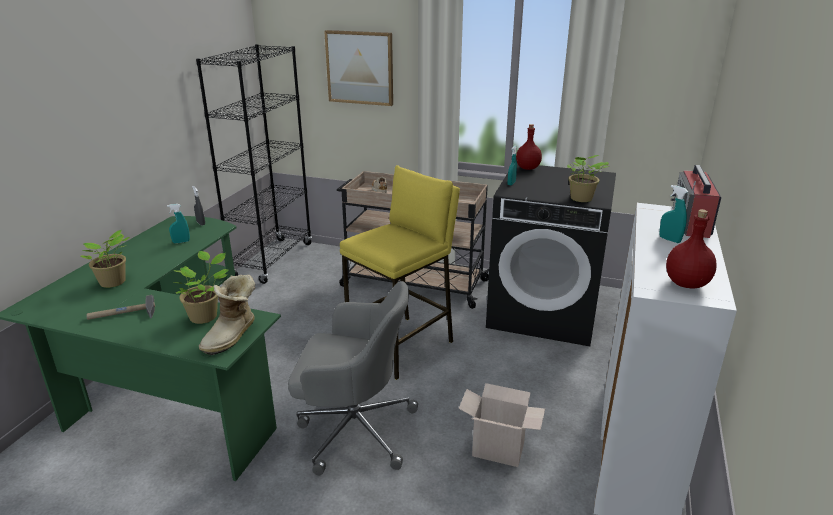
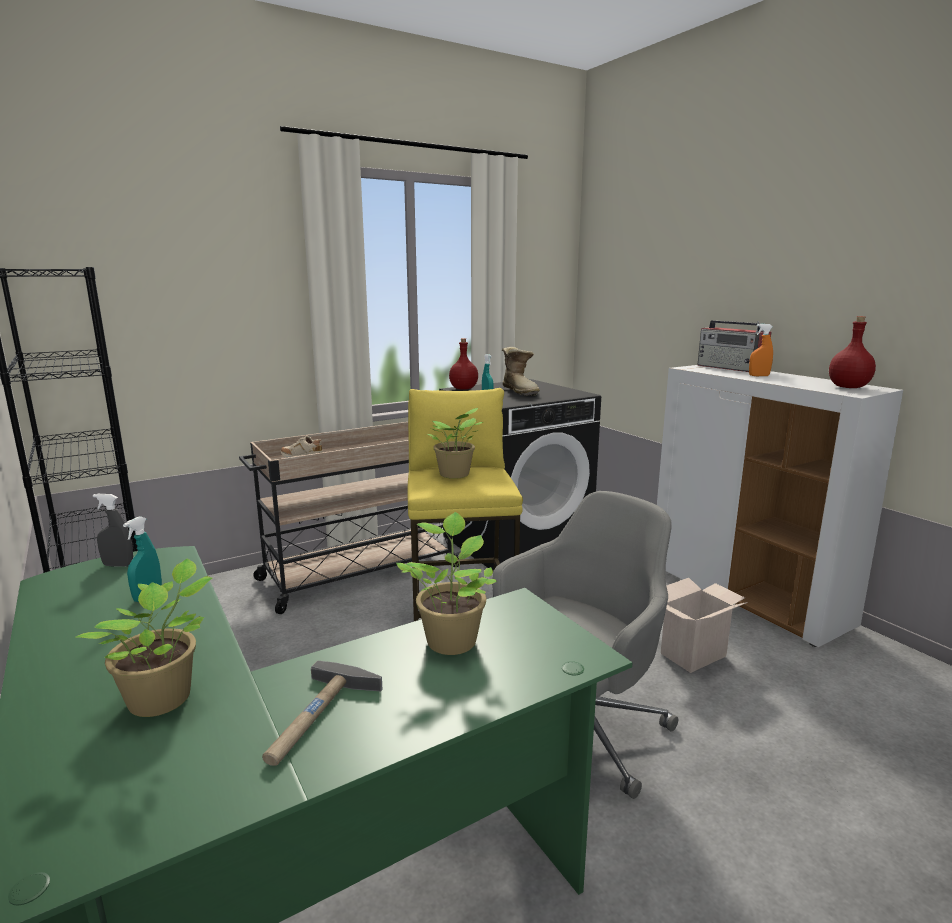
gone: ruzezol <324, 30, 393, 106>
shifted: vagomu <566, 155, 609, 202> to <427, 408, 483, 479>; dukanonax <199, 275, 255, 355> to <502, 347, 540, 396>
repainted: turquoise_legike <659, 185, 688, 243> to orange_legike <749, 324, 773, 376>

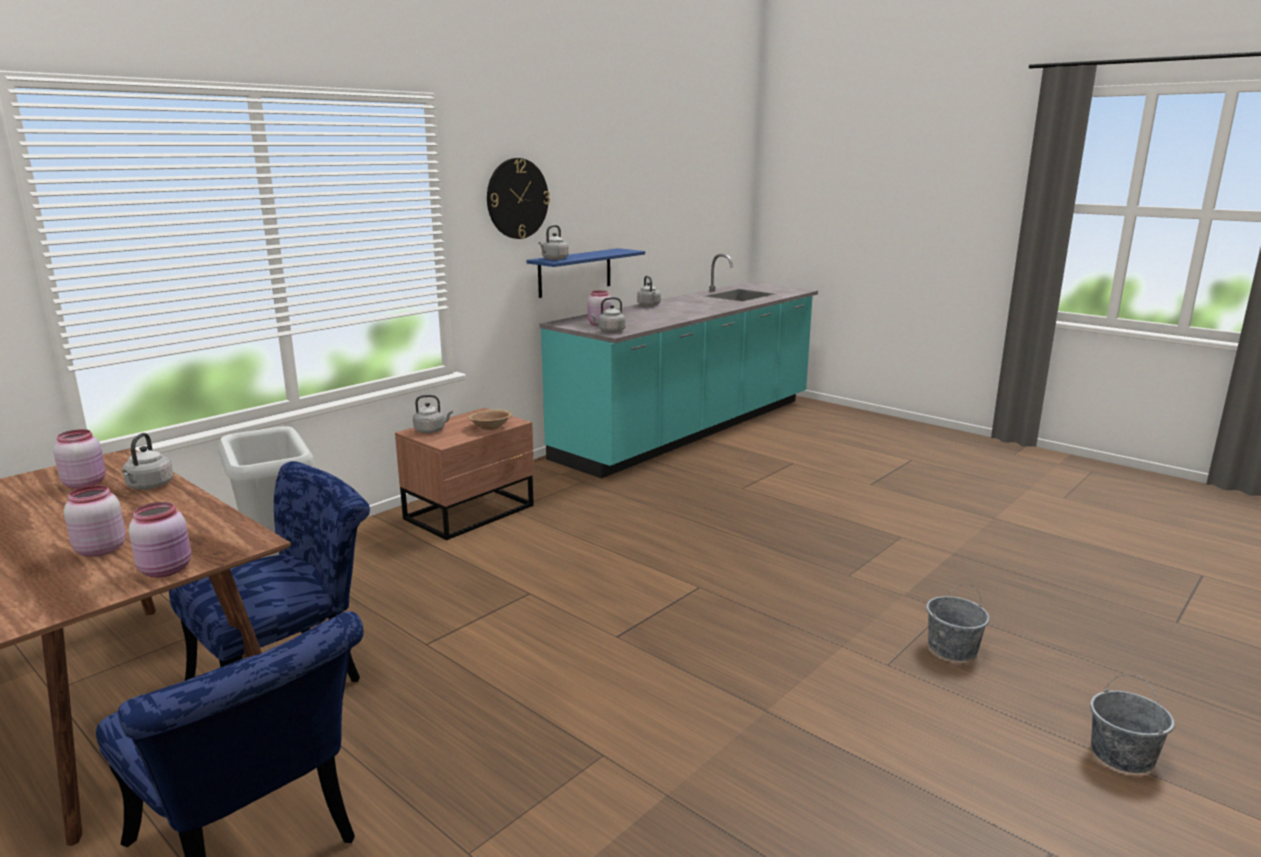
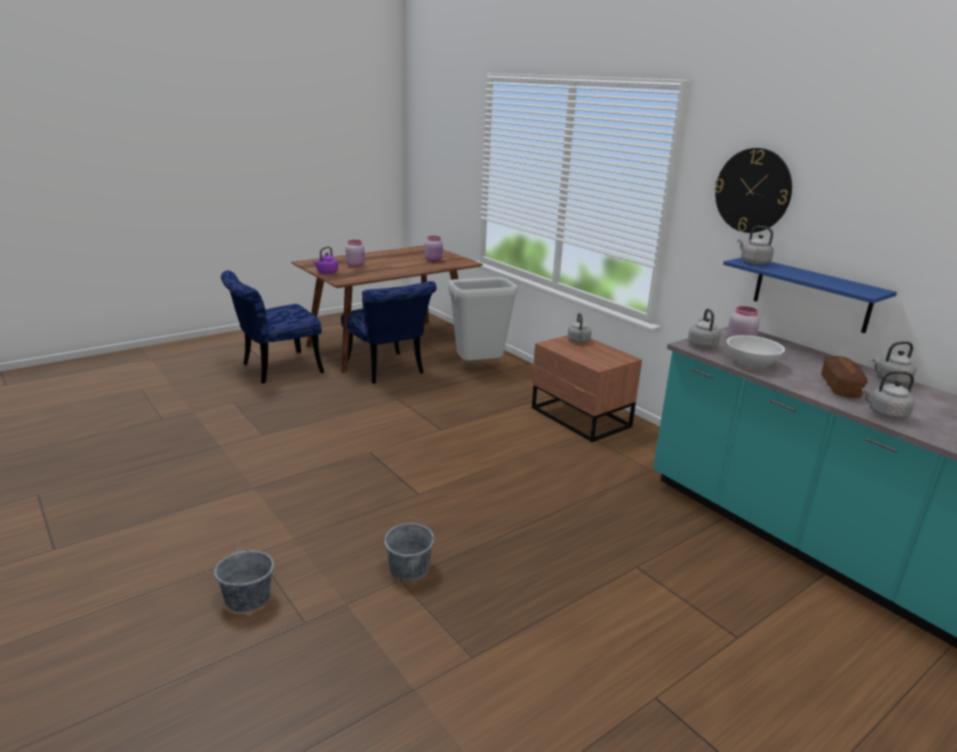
gone: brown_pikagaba <468, 409, 513, 430>
new: white_pikagaba <727, 335, 785, 367>; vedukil <821, 356, 868, 398>
shifted: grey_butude <1090, 674, 1175, 773> to <384, 517, 434, 581>; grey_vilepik <122, 433, 173, 490> to <862, 371, 915, 419>
swapped: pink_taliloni <129, 502, 191, 578> to purple_vilepik <313, 247, 338, 274>

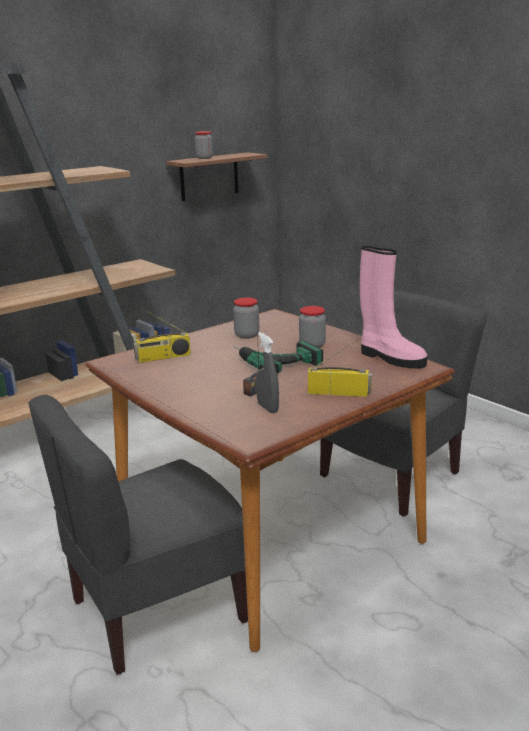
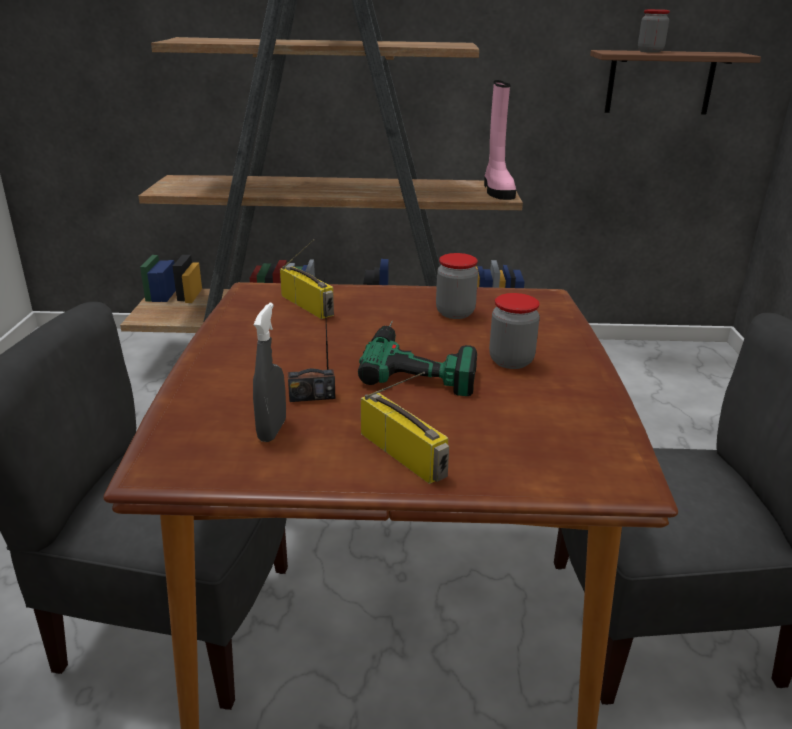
shifted: pink_dukanonax <360, 246, 427, 369> to <484, 80, 516, 200>
rotated: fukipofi <133, 308, 191, 363> = <280, 239, 334, 319> 150 degrees counterclockwise

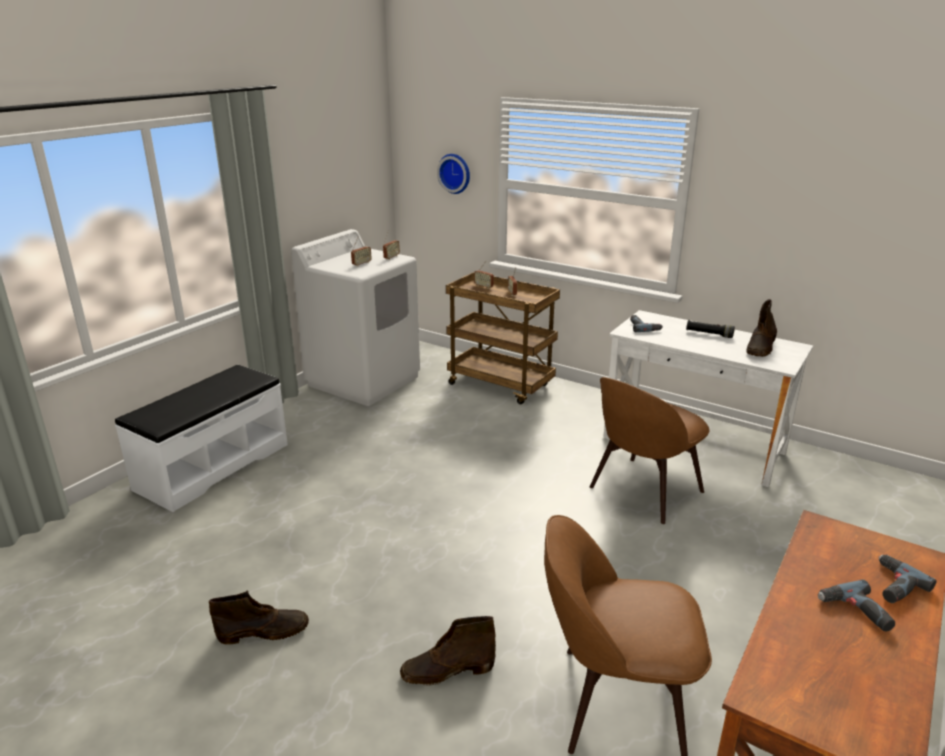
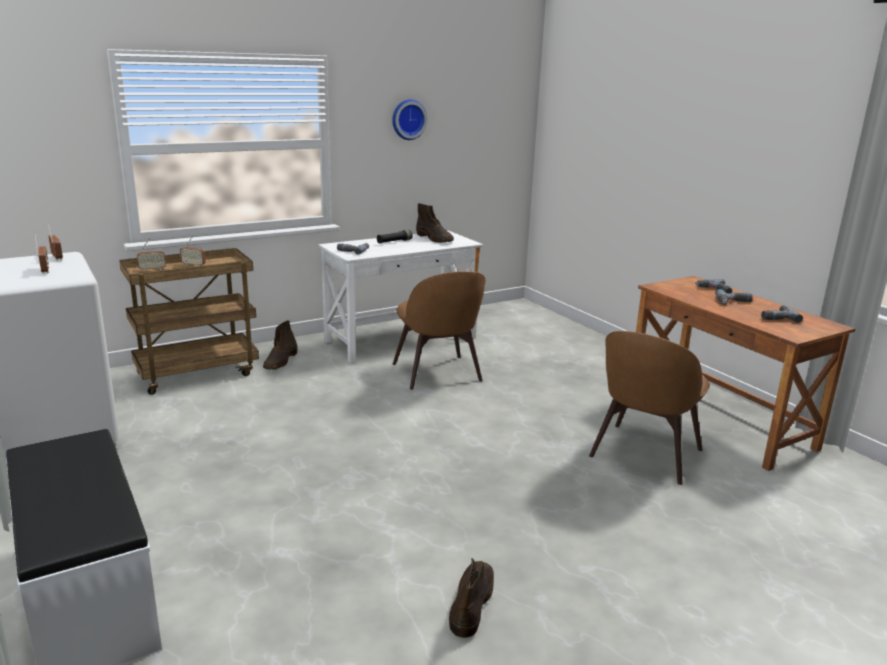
new: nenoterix <761, 305, 803, 323>
shifted: brown_dukanonax <400, 616, 496, 686> to <263, 320, 297, 370>; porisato <437, 154, 470, 194> to <392, 99, 427, 140>

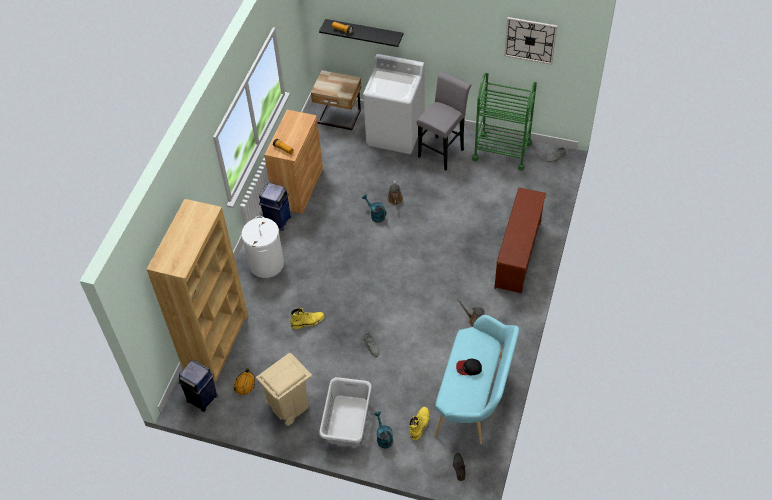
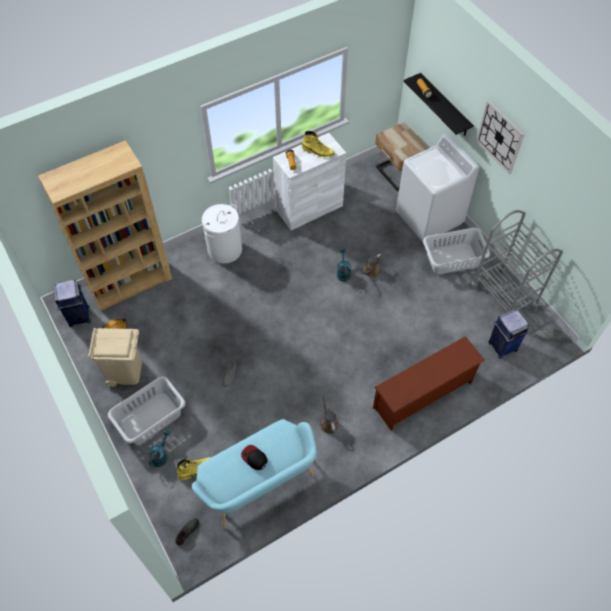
shifted: yellow_dukanonax <290, 308, 325, 329> to <302, 131, 335, 157>; porisato <504, 17, 557, 65> to <476, 101, 524, 174>; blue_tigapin <259, 182, 291, 231> to <488, 309, 529, 359>
swapped: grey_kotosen <417, 71, 472, 170> to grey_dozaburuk <423, 227, 490, 275>
repainted: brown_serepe <264, 110, 323, 214> to white_serepe <273, 133, 346, 230>; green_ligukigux <472, 73, 537, 171> to grey_ligukigux <470, 210, 563, 312>

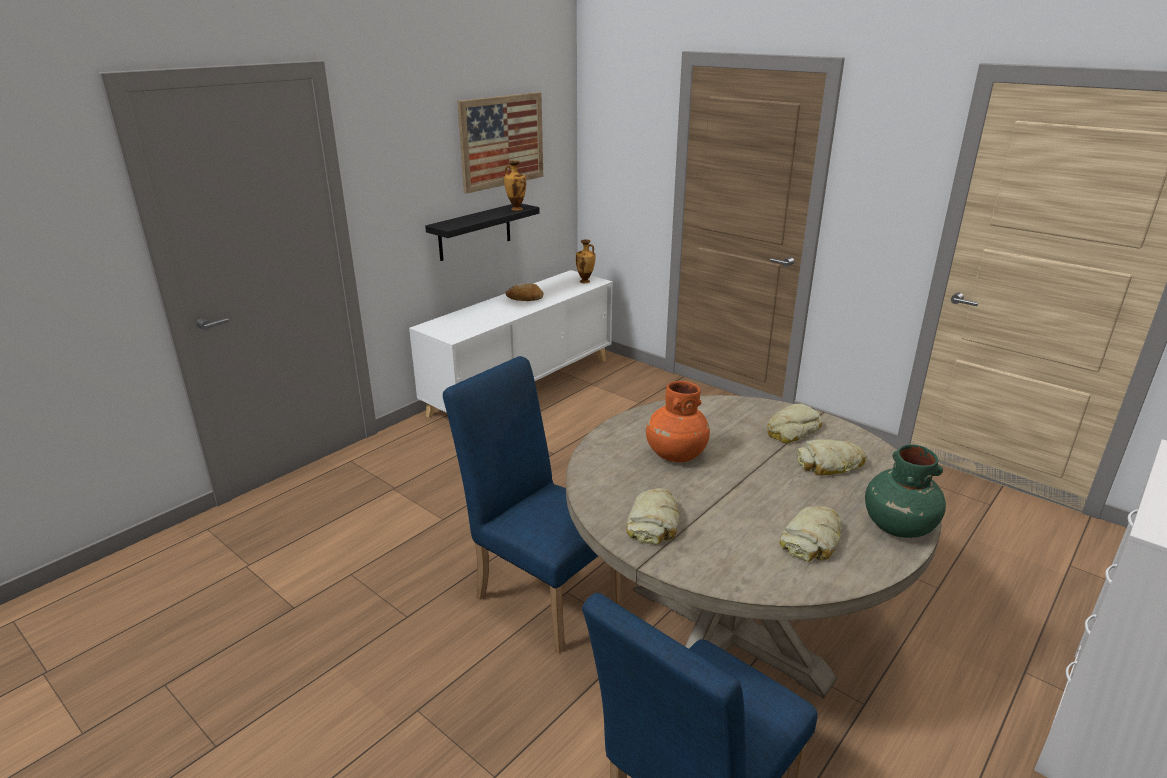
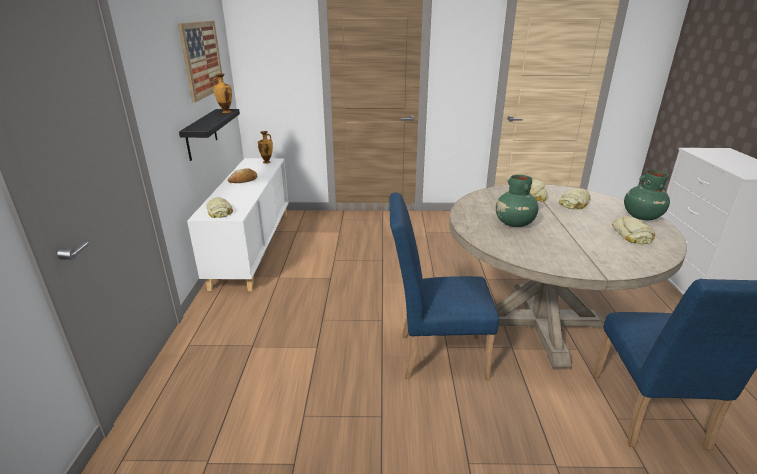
shifted: vedukil <626, 488, 679, 544> to <207, 197, 233, 218>
repainted: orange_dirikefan <646, 381, 710, 462> to green_dirikefan <496, 175, 538, 227>

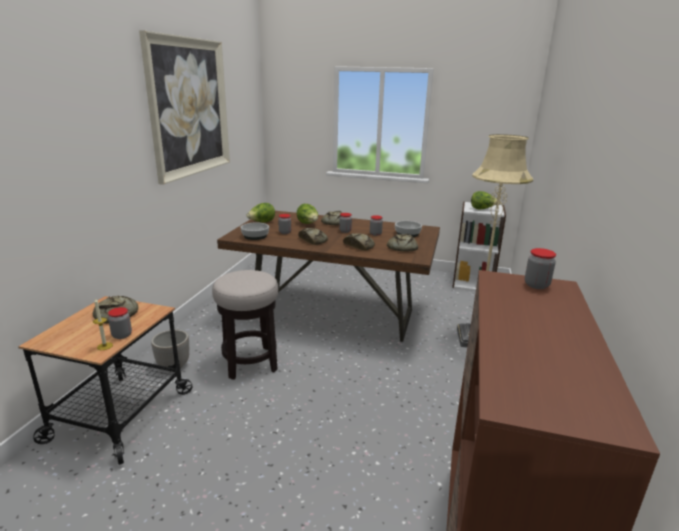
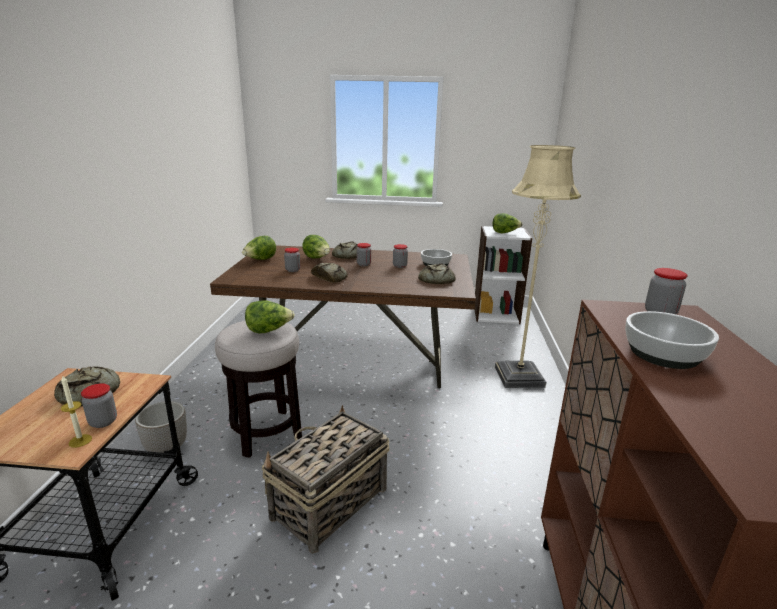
gone: ruzezol <139, 30, 230, 185>; vedukil <343, 233, 375, 251>
new: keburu <245, 300, 295, 333>; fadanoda <262, 405, 390, 554>
shifted: pikagaba <240, 223, 269, 240> to <625, 311, 719, 369>

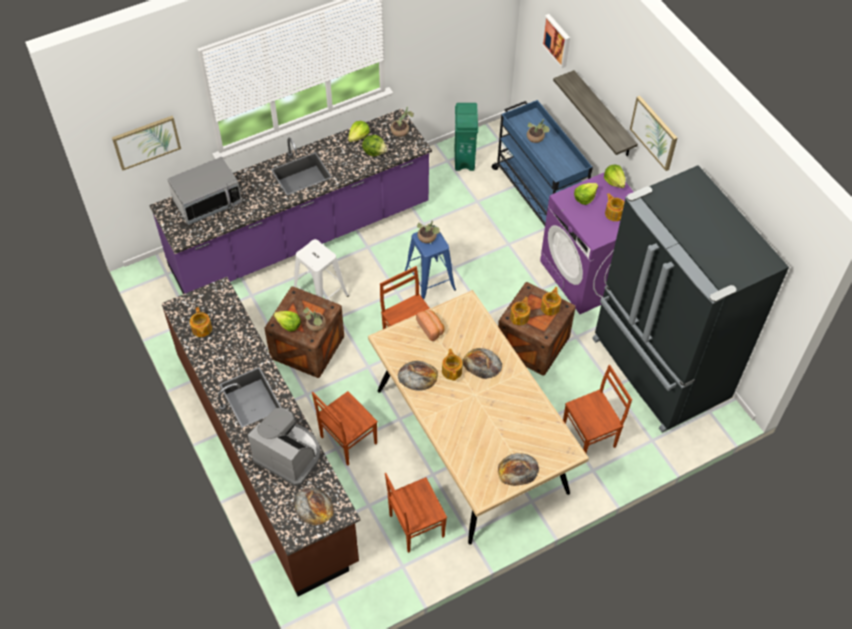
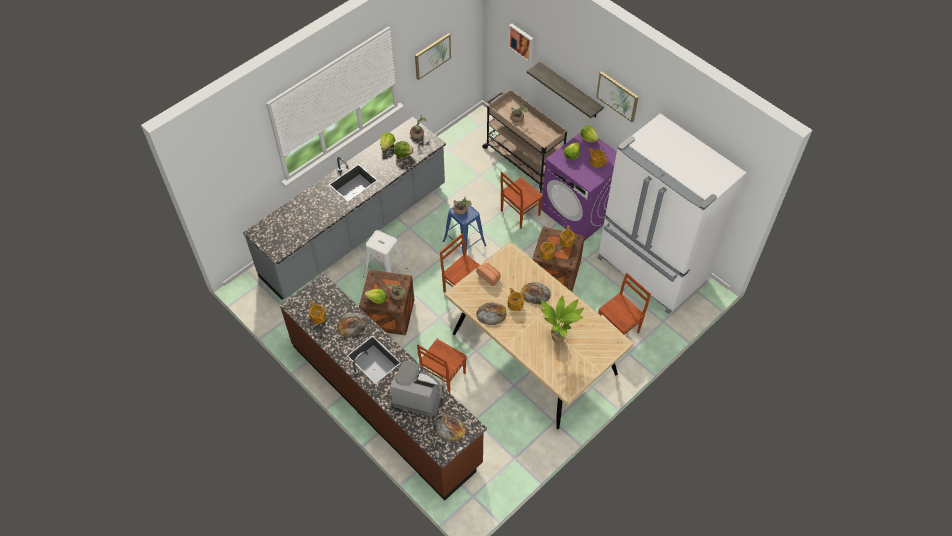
gone: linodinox <167, 156, 242, 225>; green_tigapin <454, 103, 478, 171>
new: vagomu <541, 295, 584, 343>
shifted: vedukil <498, 453, 539, 486> to <337, 313, 368, 337>; ruzezol <112, 116, 181, 171> to <415, 33, 451, 80>; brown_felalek <385, 473, 447, 553> to <501, 171, 543, 229>
repainted: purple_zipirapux <149, 108, 432, 294> to grey_zipirapux <243, 117, 446, 299>; blue_ligukigux <492, 100, 593, 226> to beige_ligukigux <482, 89, 567, 193>; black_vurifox <592, 165, 789, 433> to white_vurifox <597, 113, 747, 314>

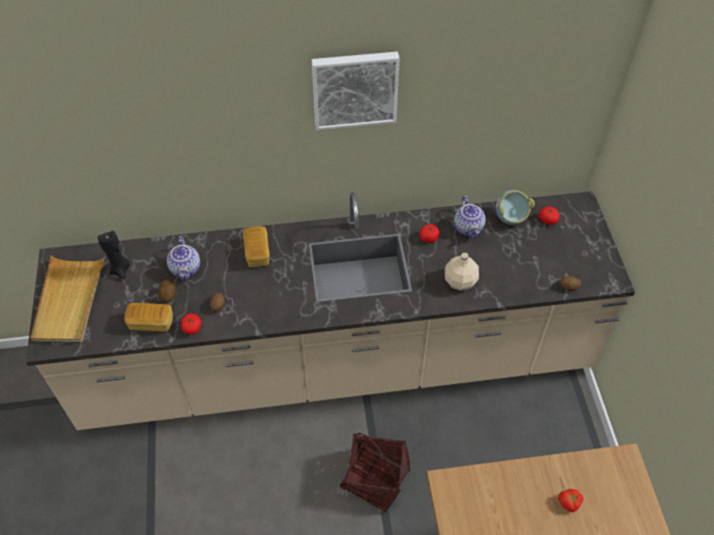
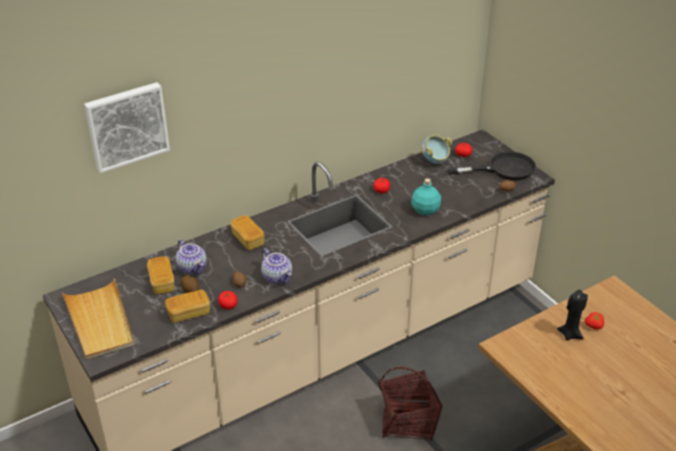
new: vedukil <147, 256, 174, 294>; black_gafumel <447, 152, 536, 180>
shifted: ruzezol <312, 52, 400, 130> to <84, 82, 170, 173>; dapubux <454, 196, 486, 238> to <261, 248, 292, 284>; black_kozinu <98, 231, 130, 279> to <557, 290, 588, 341>
repainted: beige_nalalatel <445, 253, 479, 291> to turquoise_nalalatel <411, 178, 441, 215>

